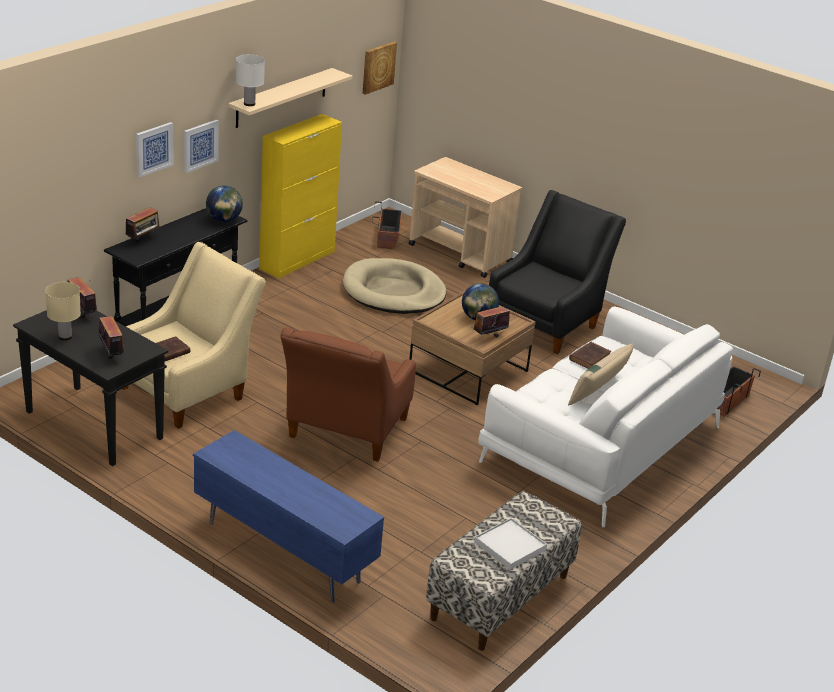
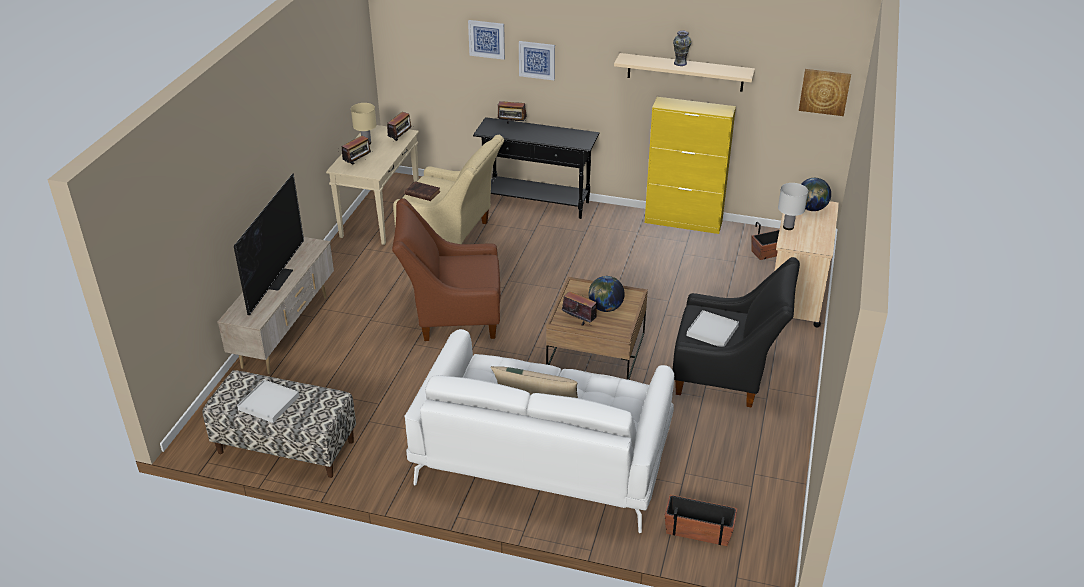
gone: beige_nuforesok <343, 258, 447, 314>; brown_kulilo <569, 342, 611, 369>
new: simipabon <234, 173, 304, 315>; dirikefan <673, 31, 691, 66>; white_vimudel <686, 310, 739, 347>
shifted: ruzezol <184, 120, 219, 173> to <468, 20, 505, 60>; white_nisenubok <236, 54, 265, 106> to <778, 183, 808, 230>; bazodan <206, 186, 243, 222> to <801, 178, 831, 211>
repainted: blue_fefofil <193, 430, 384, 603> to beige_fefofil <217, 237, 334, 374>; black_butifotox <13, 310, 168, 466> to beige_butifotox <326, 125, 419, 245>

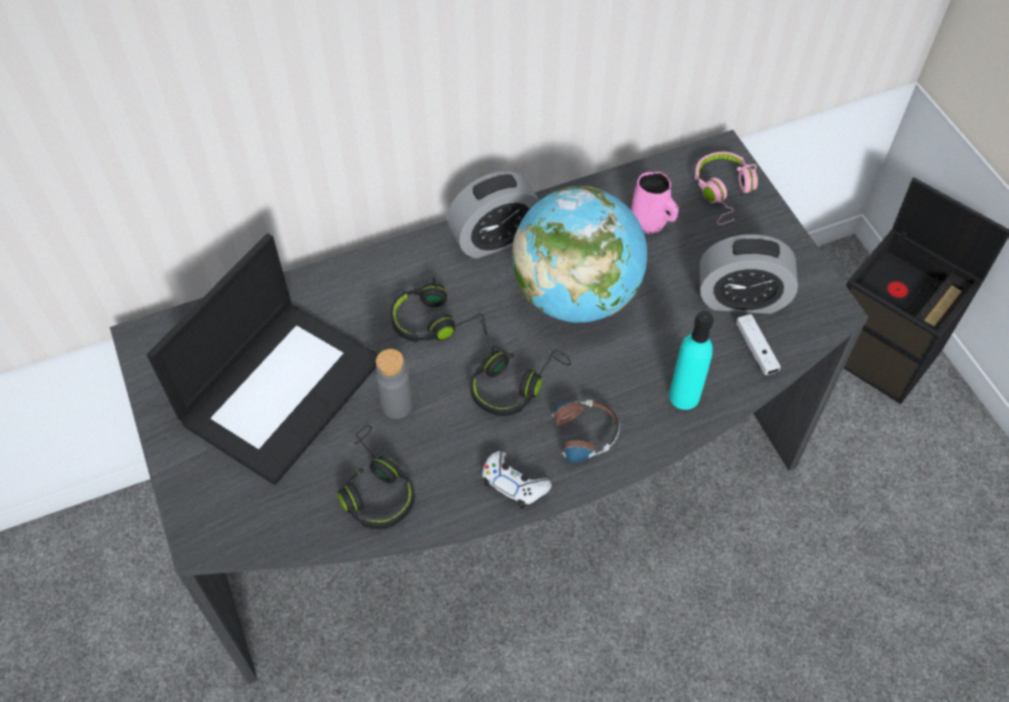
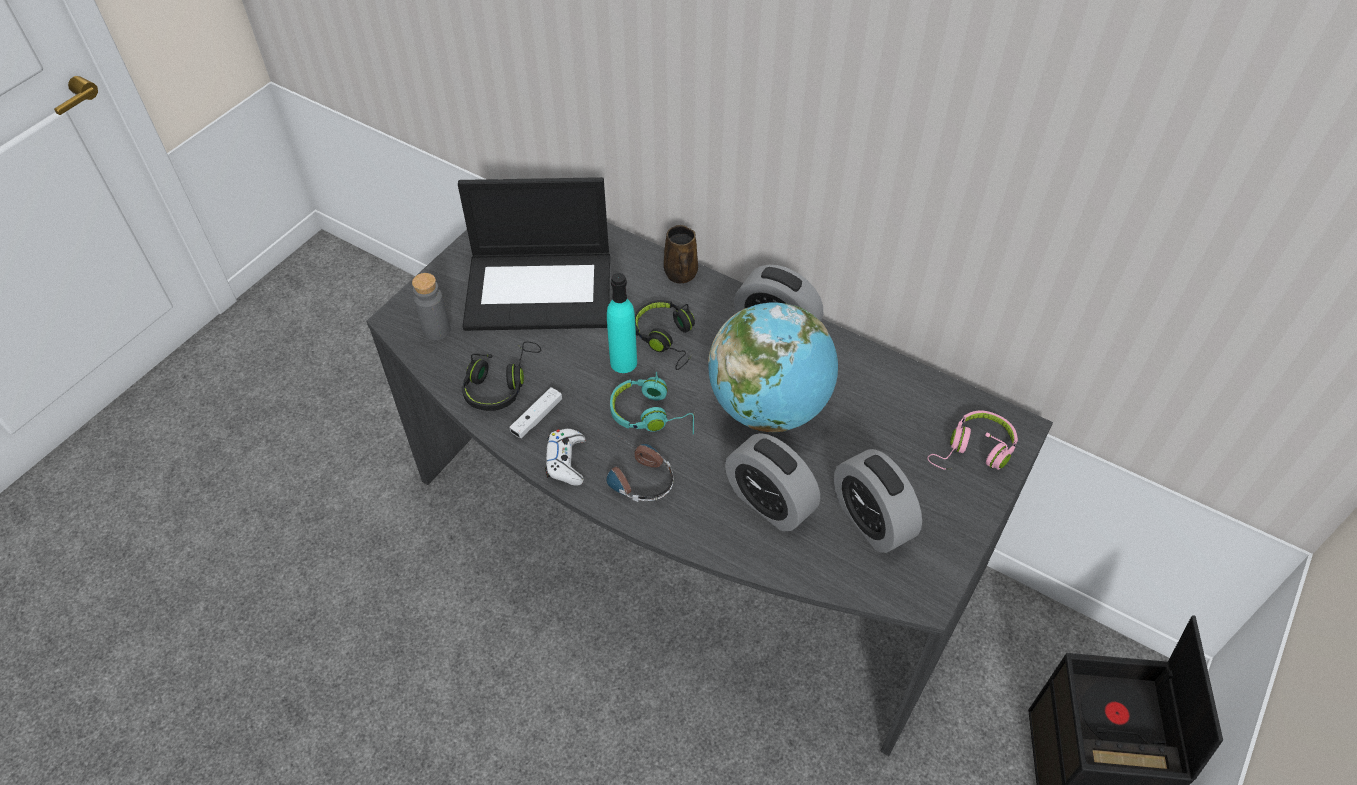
gone: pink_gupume <631, 172, 679, 234>
new: brown_gupume <664, 225, 698, 283>; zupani <725, 433, 820, 531>
shifted: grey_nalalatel <375, 349, 413, 419> to <412, 273, 451, 341>; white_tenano <736, 314, 781, 375> to <510, 387, 562, 438>; turquoise_nalalatel <669, 311, 714, 410> to <607, 273, 637, 373>
repainted: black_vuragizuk <470, 346, 571, 416> to turquoise_vuragizuk <610, 372, 695, 435>

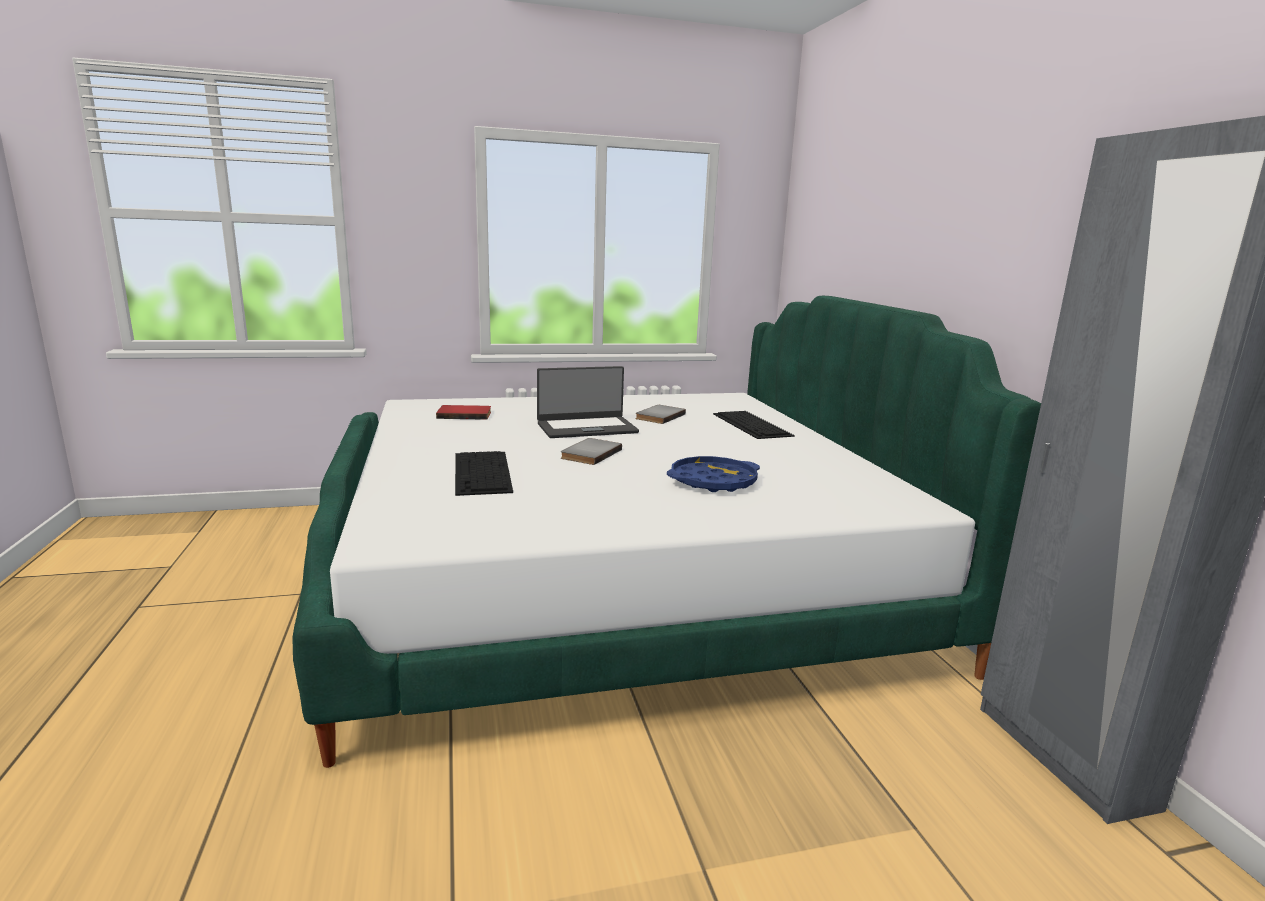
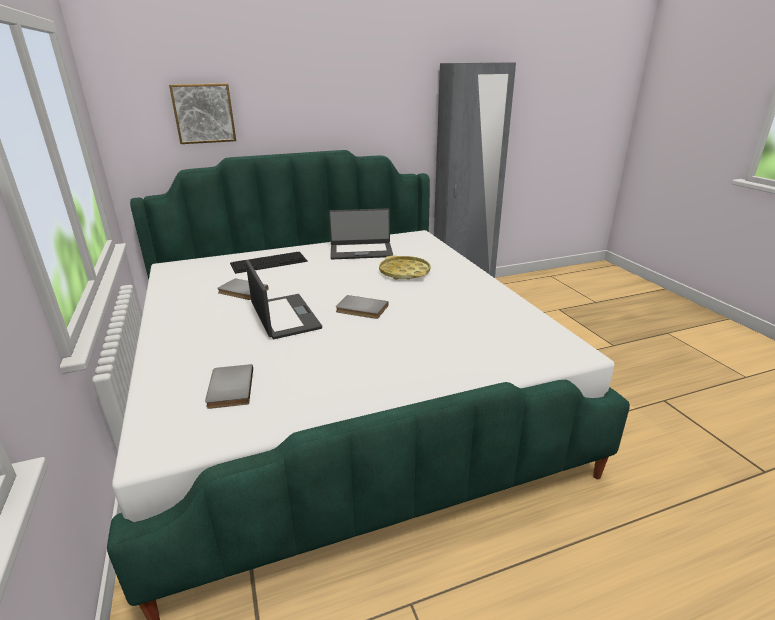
gone: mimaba <455, 451, 513, 496>
new: ruzezol <169, 83, 236, 144>; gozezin <329, 208, 393, 260>
repainted: red_kulilo <436, 405, 491, 420> to grey_kulilo <205, 364, 253, 409>; blue_vimudel <667, 456, 760, 492> to yellow_vimudel <379, 256, 431, 280>

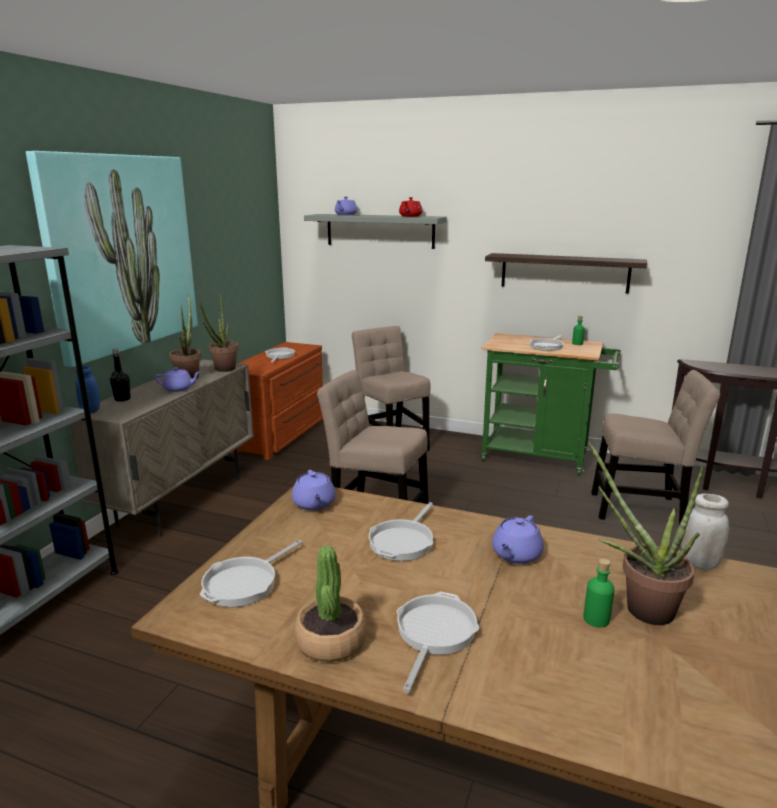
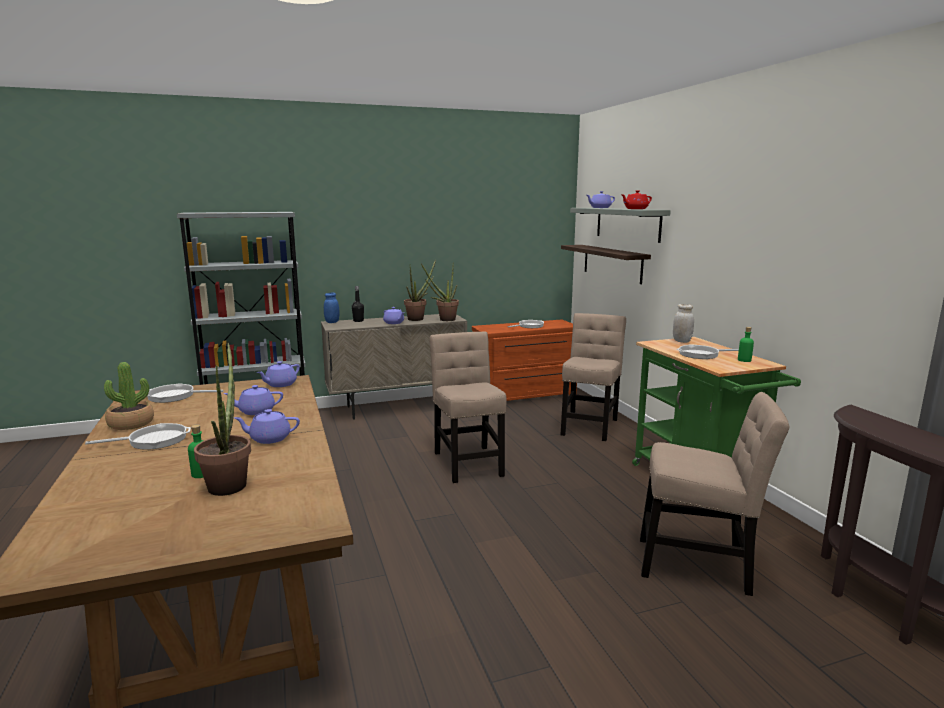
gone: ruzezol <26, 151, 198, 367>
shifted: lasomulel <485, 253, 647, 294> to <561, 245, 651, 284>; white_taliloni <681, 494, 729, 570> to <673, 304, 694, 343>
swapped: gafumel <369, 502, 433, 561> to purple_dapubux <223, 385, 283, 415>
rotated: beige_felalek <591, 370, 720, 525> = <640, 392, 789, 596> 45 degrees counterclockwise

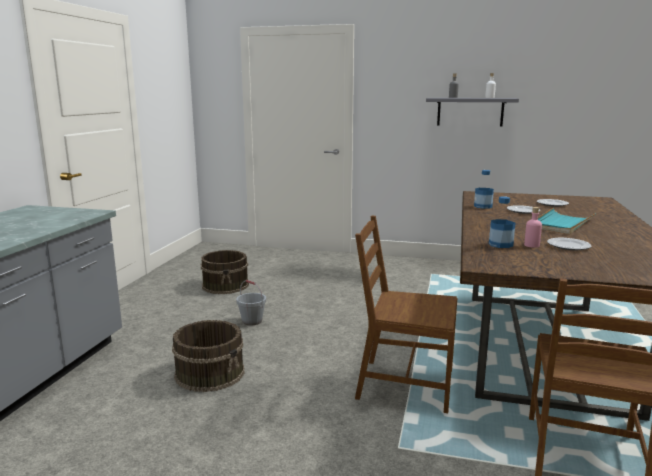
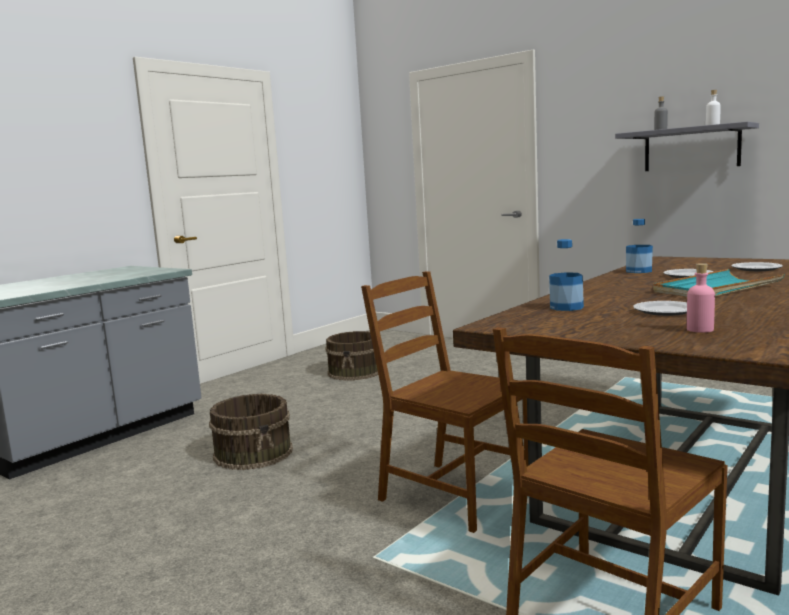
gone: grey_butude <236, 280, 266, 325>
shifted: pink_nalalatel <524, 207, 542, 248> to <687, 263, 715, 333>

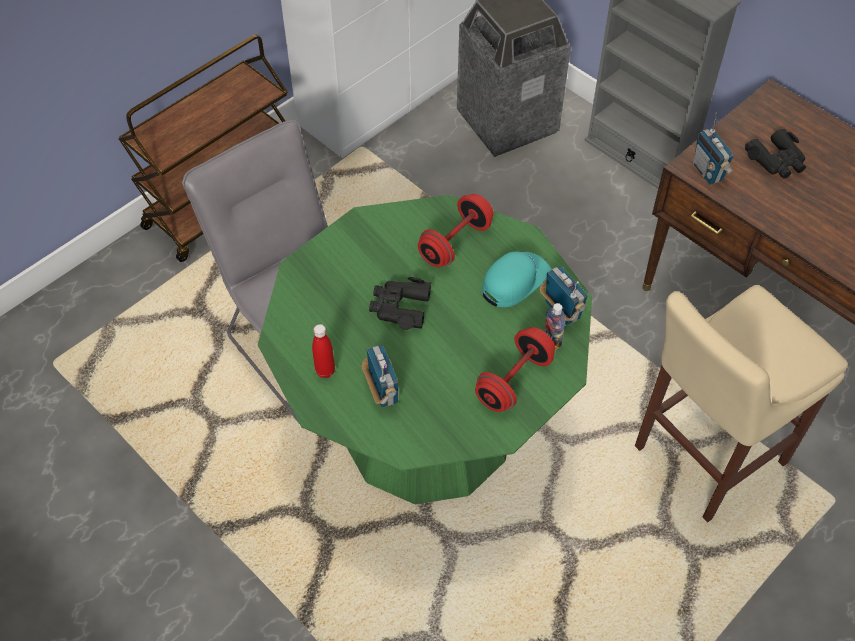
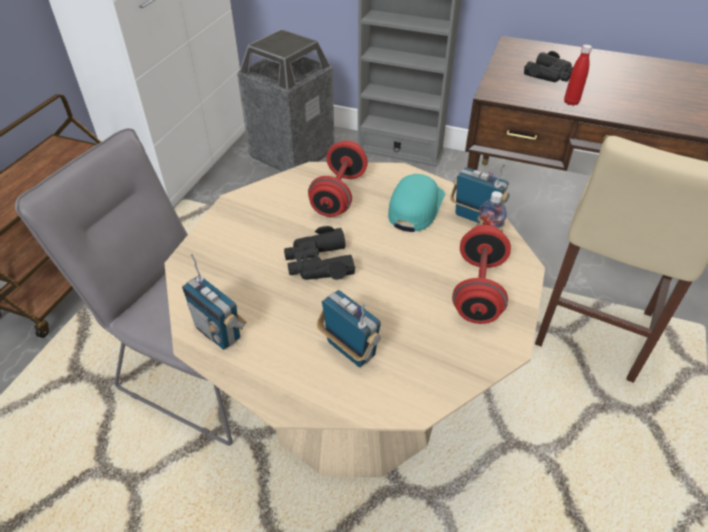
shifted: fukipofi <693, 113, 734, 185> to <182, 253, 247, 350>; red_nalalatel <312, 324, 335, 378> to <564, 45, 592, 106>
repainted: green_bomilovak <258, 195, 592, 504> to beige_bomilovak <164, 162, 545, 477>

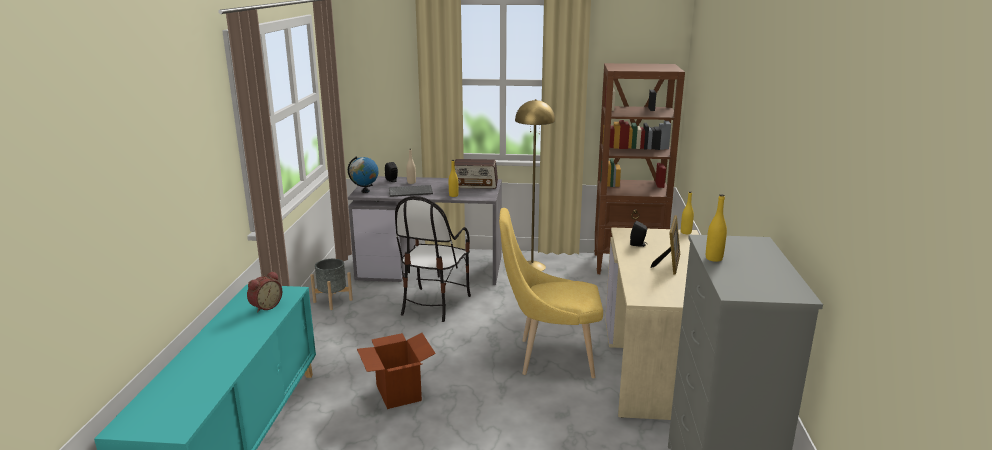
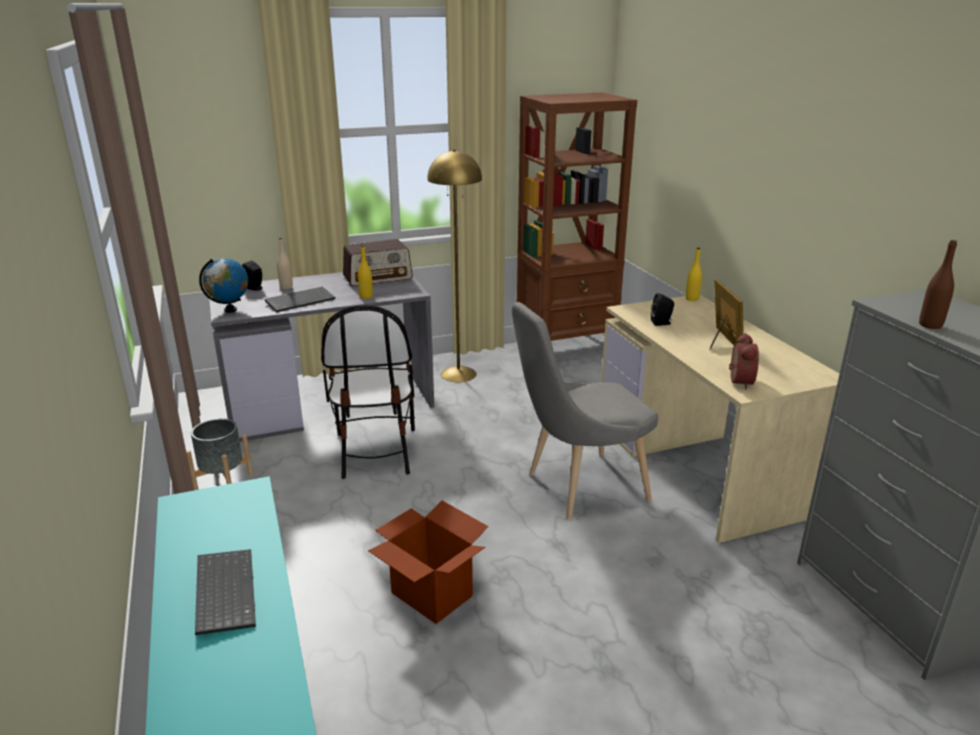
new: mimaba <195, 549, 256, 635>
shifted: zupani <247, 271, 282, 313> to <729, 333, 759, 389>
repainted: yellow_felalek <499, 208, 603, 378> to grey_felalek <512, 302, 658, 520>; yellow_nalalatel <706, 194, 727, 262> to brown_nalalatel <919, 240, 957, 329>

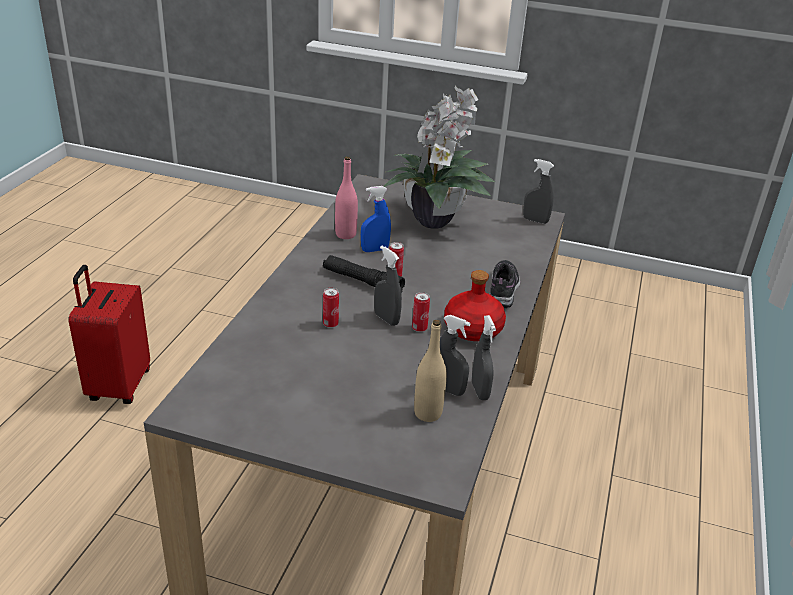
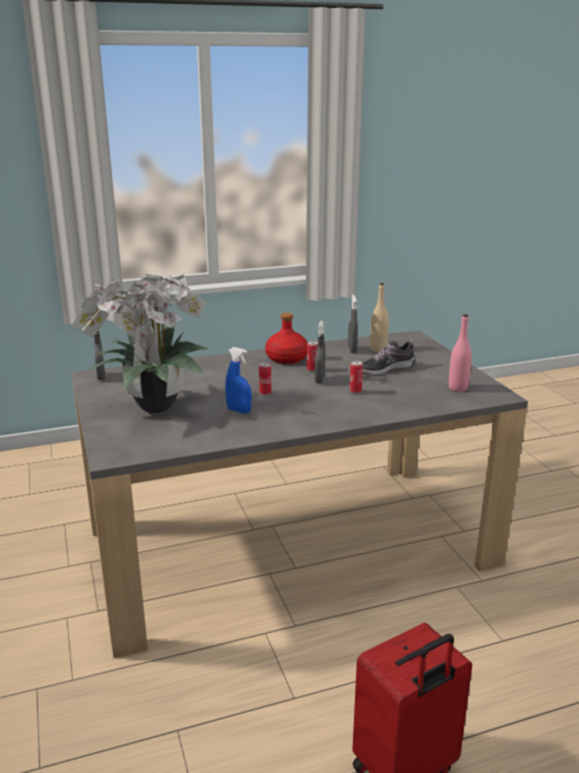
gone: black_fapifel <323, 255, 405, 293>; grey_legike <472, 315, 496, 400>
shifted: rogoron <490, 260, 520, 308> to <362, 339, 415, 375>; pink_nalalatel <335, 156, 358, 239> to <449, 314, 472, 392>

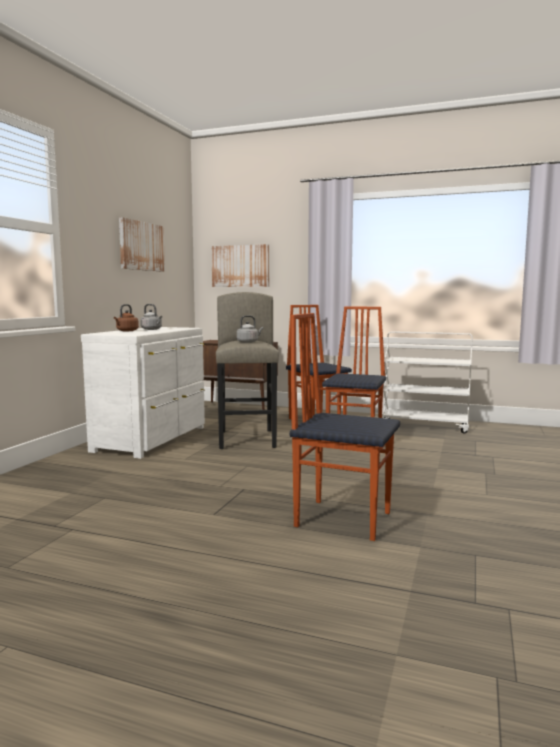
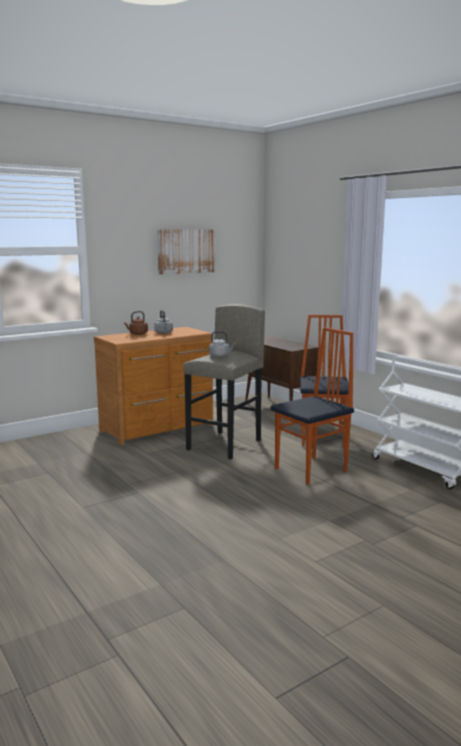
gone: ruzezol <211, 244, 269, 287>; felalek <290, 313, 400, 541>
repainted: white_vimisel <81, 327, 205, 459> to brown_vimisel <94, 327, 213, 445>

